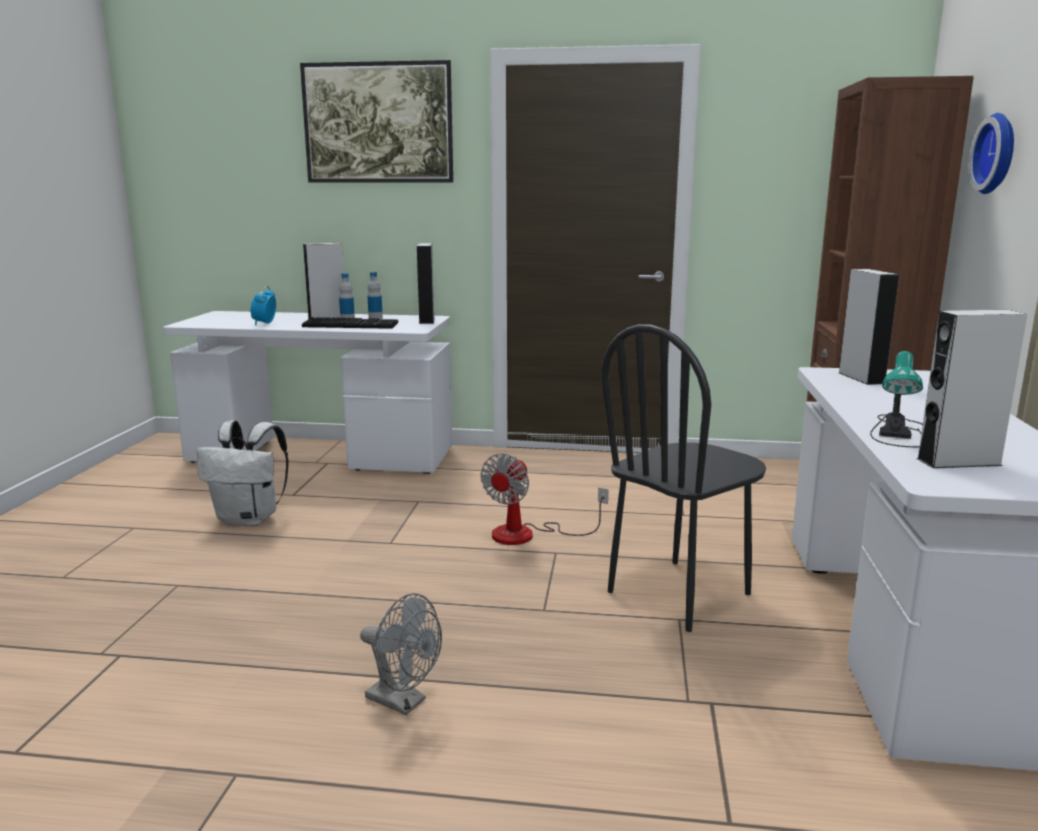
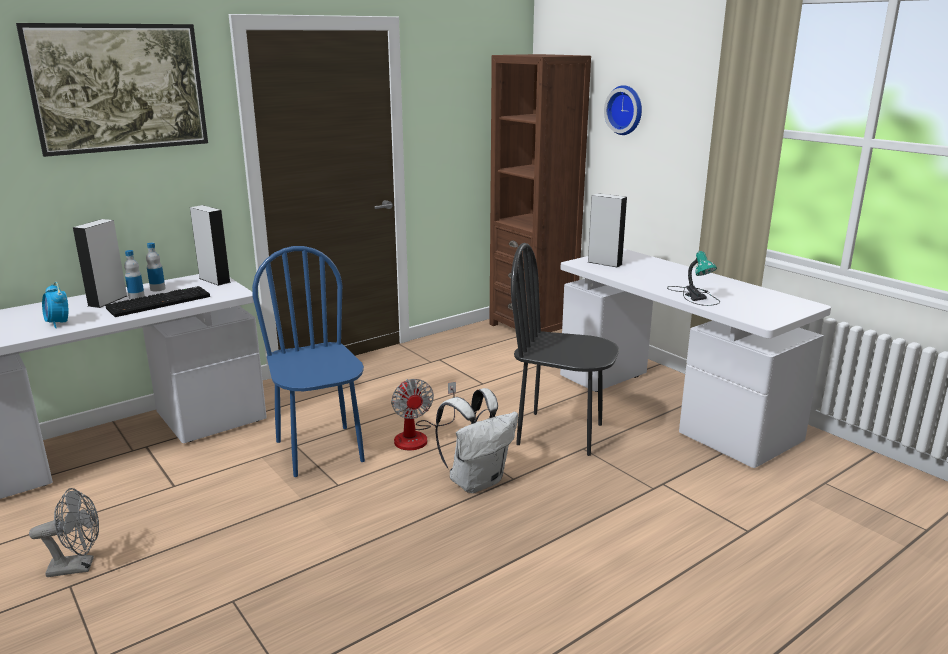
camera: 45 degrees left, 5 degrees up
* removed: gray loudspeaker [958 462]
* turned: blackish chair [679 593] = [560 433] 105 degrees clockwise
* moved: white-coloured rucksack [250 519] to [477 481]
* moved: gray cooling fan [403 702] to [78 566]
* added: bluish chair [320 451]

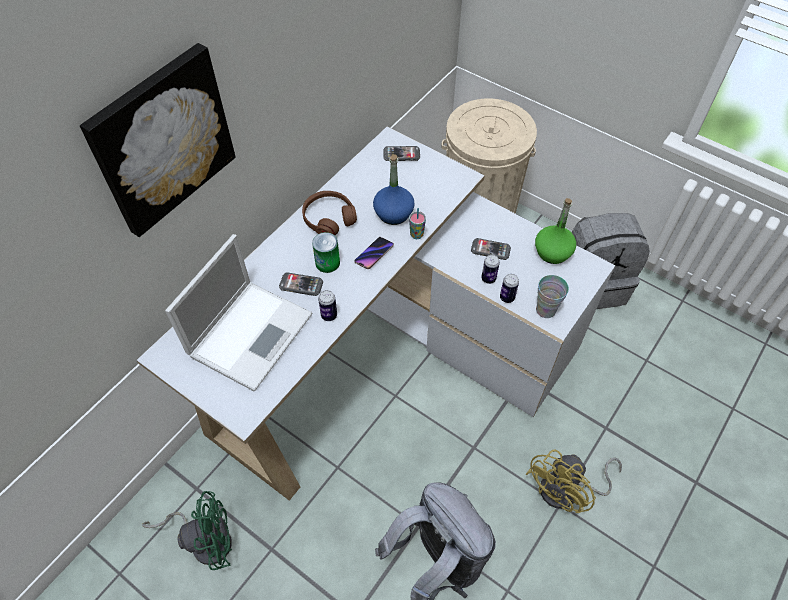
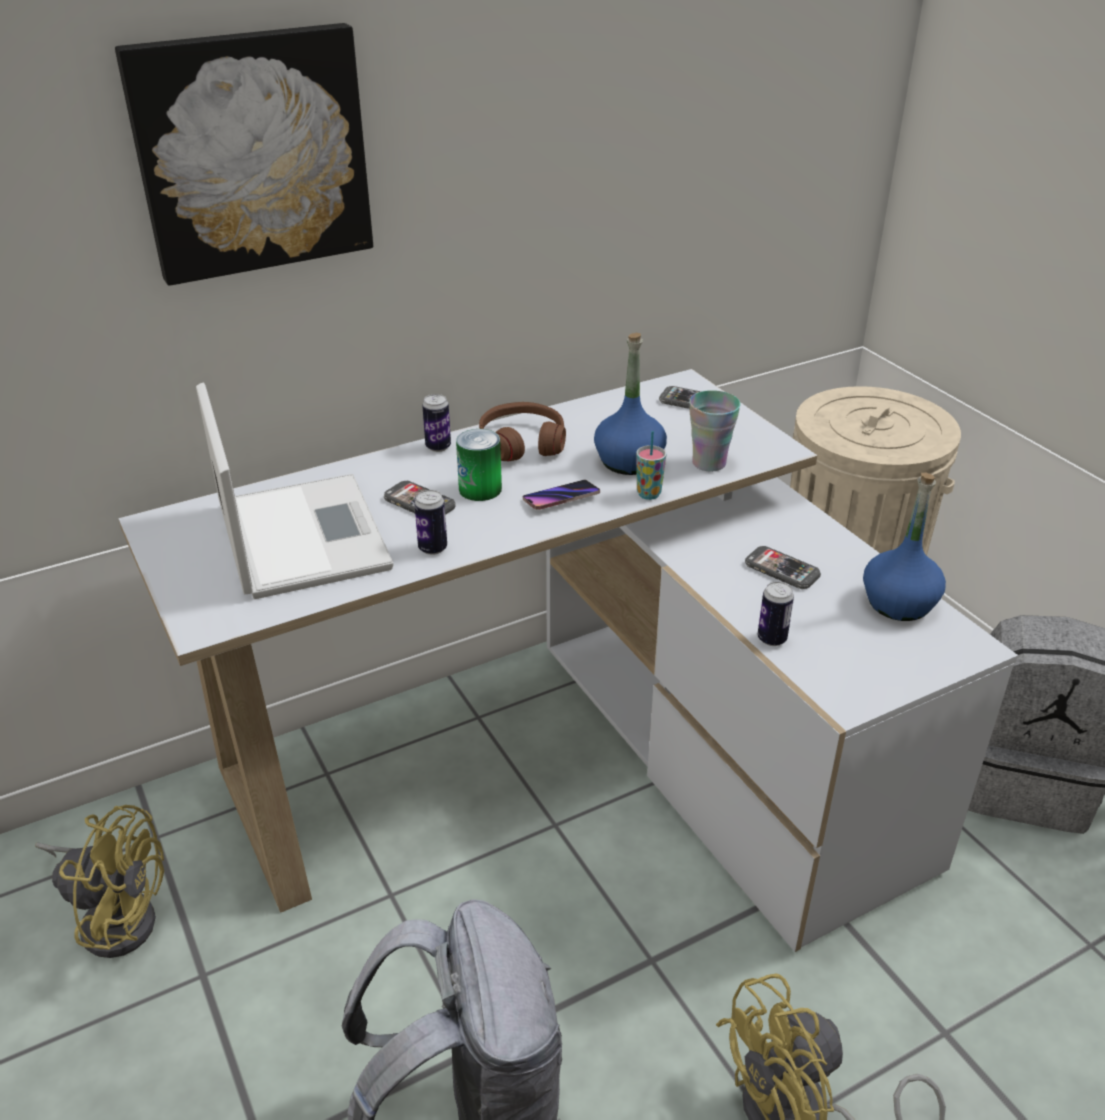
camera: 25 degrees right, 20 degrees down
* recoloured: greenish drink bottle [552 252] to bluish drink bottle [898 603]
* turned: notebook computer [251 332] = [301 534] 75 degrees counterclockwise
* moved: metal can [488 279] to [438 447]
* moved: small cup [545 310] to [709 463]
* recoloured: greenish cooling fan [205 539] to yellow cooling fan [115 916]

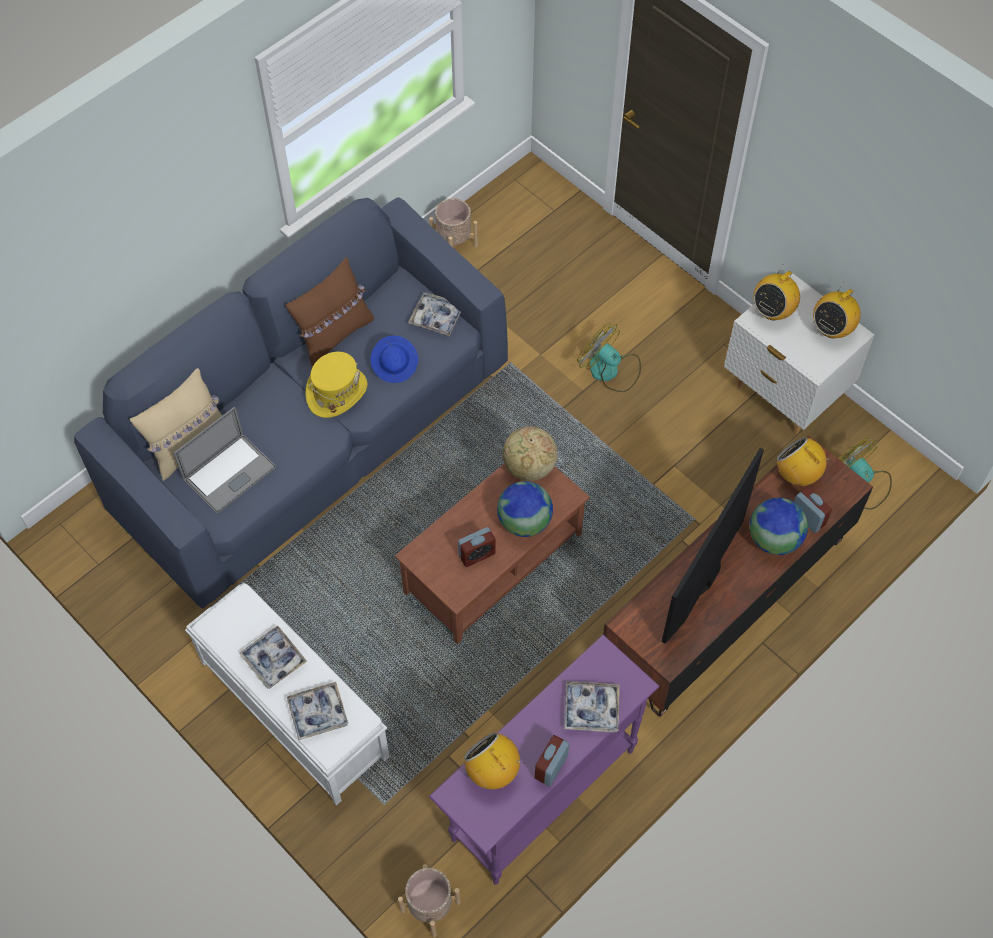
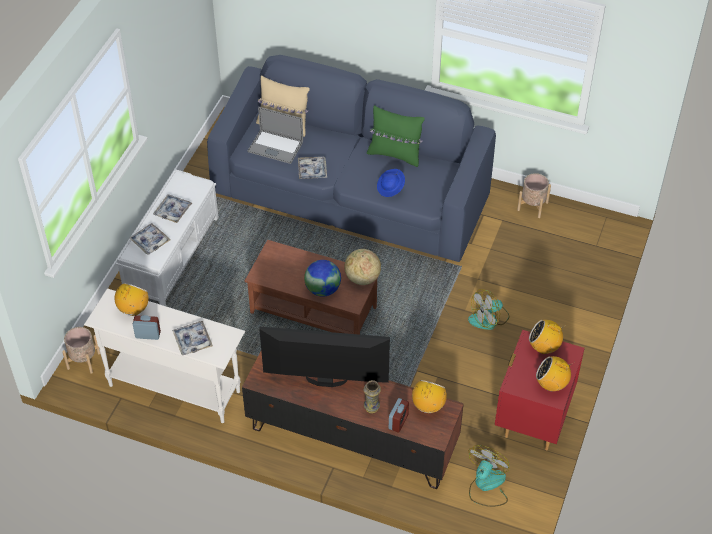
camera: 65 degrees right, 10 degrees down
* recoloured: brown-coloured cushion [334 335] to greenish cushion [395 154]
* recoloured: white-coloured night table [784 394] to reddish night table [533 420]
* moved: serving tray [437 317] to [312 170]
* turned: cooling fan [610 370] = [489 318] 135 degrees counterclockwise
* removed: yellow clothing hat [336 392]
* replaced: desk globe [774 539] to vase [371 408]
* removed: alarm clock [477 555]
* recoloured: purple hall table [542 794] to white-coloured hall table [174 388]

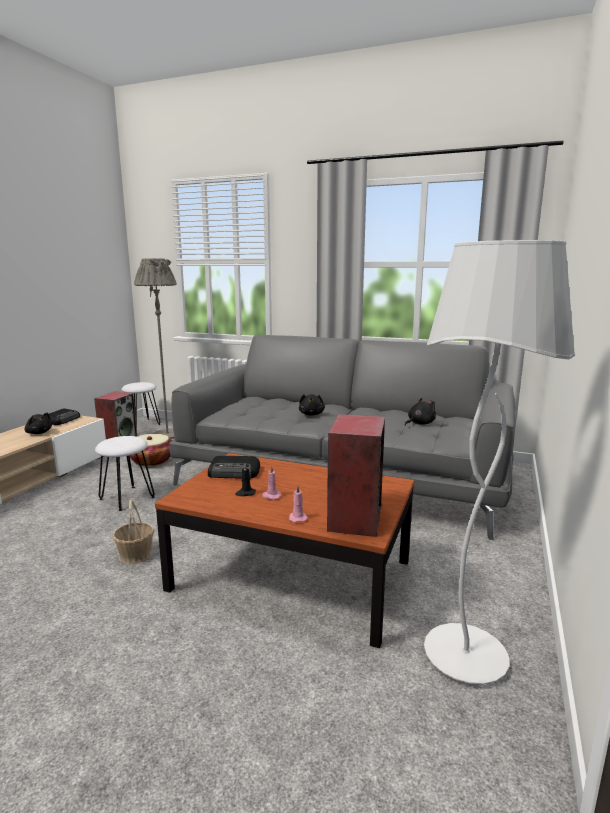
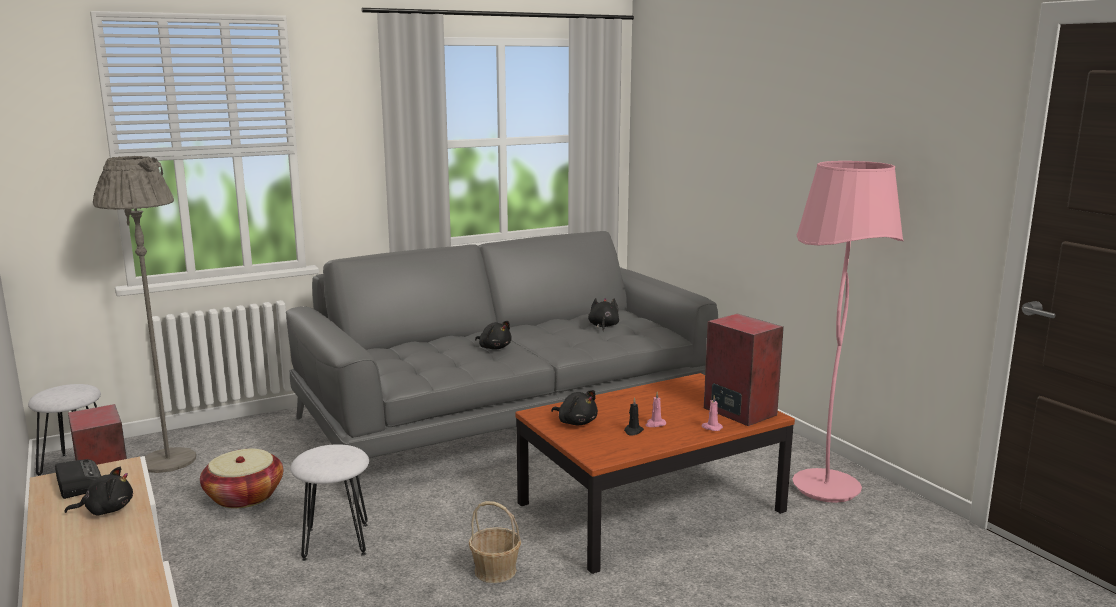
camera: 50 degrees left, 0 degrees up
* recoloured: white-coloured floor lamp [465 657] to pink-coloured floor lamp [826 488]
* replaced: radio [235 472] to blackish cuddly toy [576 422]

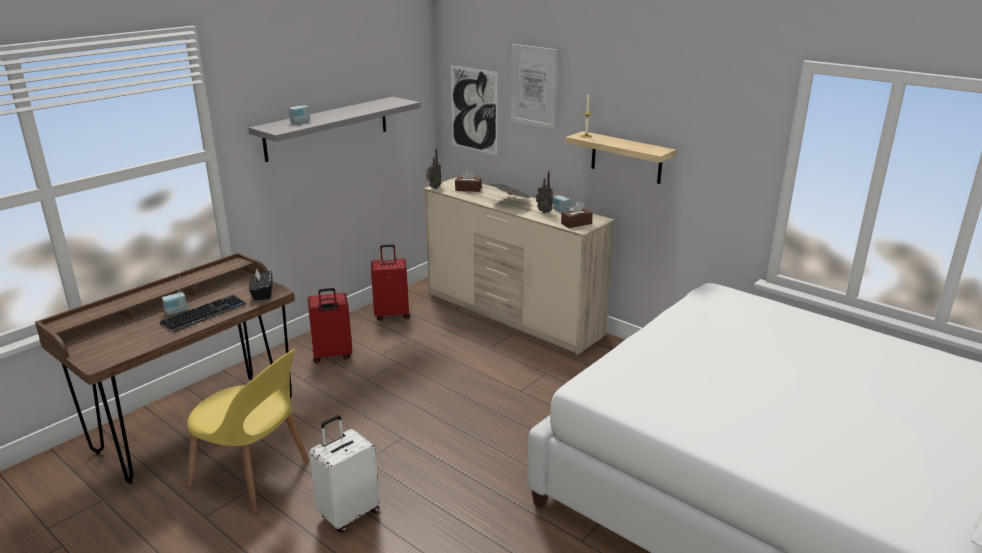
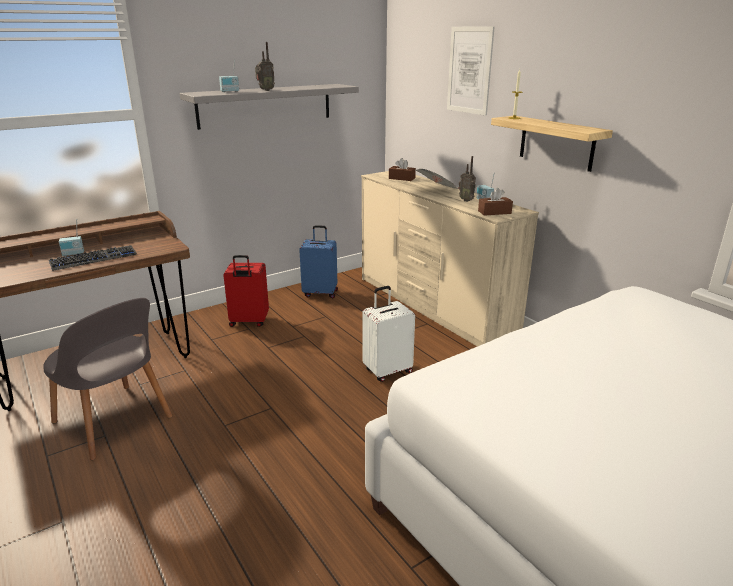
camera: 15 degrees right, 0 degrees up
* removed: wall picture [474 110]
* moved: radio [433 188] to [265 90]
* recoloured: reddish piece of luggage [392 314] to bluish piece of luggage [320 293]
* removed: blackish box of tissues [262 294]
* recoloured: yellow chair [253 475] to gray chair [114 422]
* moved: white-coloured piece of luggage [348 513] to [387 370]

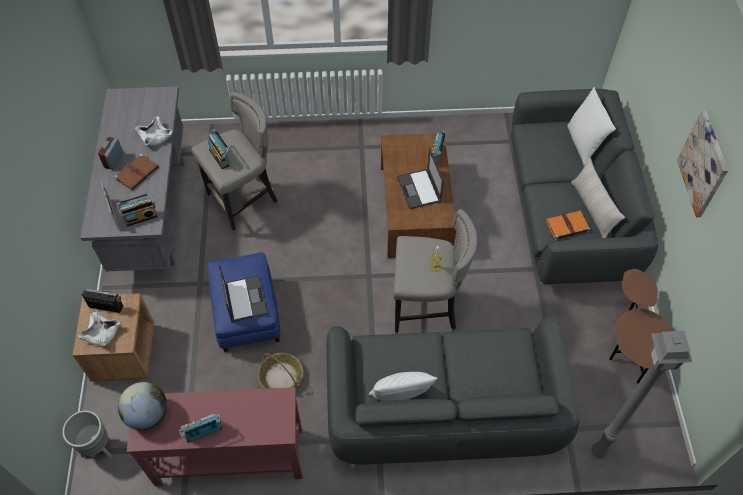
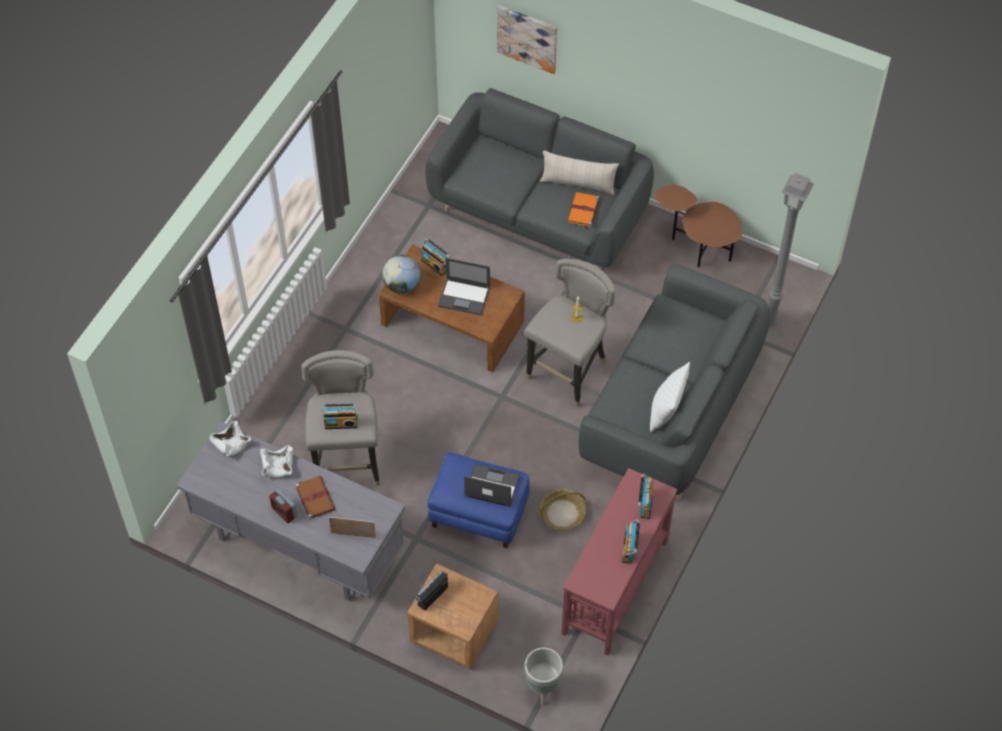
camera: 60 degrees left, 0 degrees up
* removed: white-coloured cushion [583 144]
* moved: wall picture [704 164] to [527 38]
* moved: radio [141 217] to [645 503]
* moved: white-coloured deep dish [102 333] to [231 444]
* moved: desk globe [147 414] to [402 285]

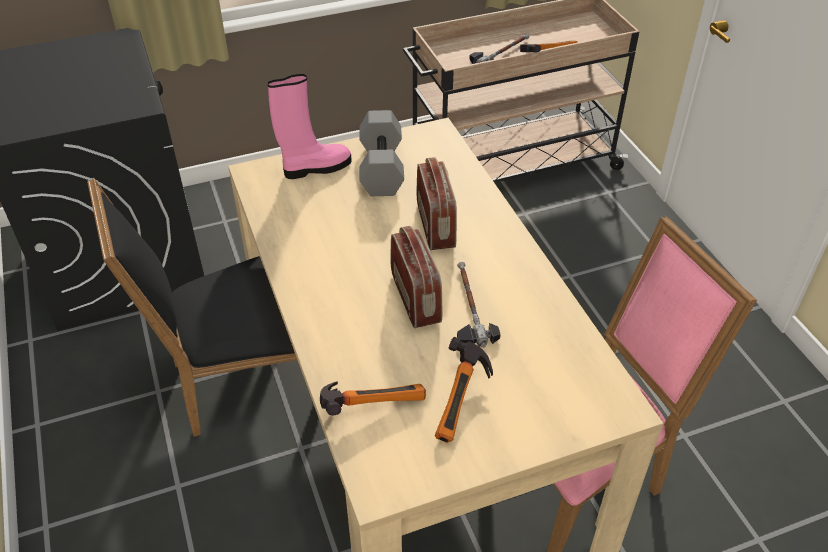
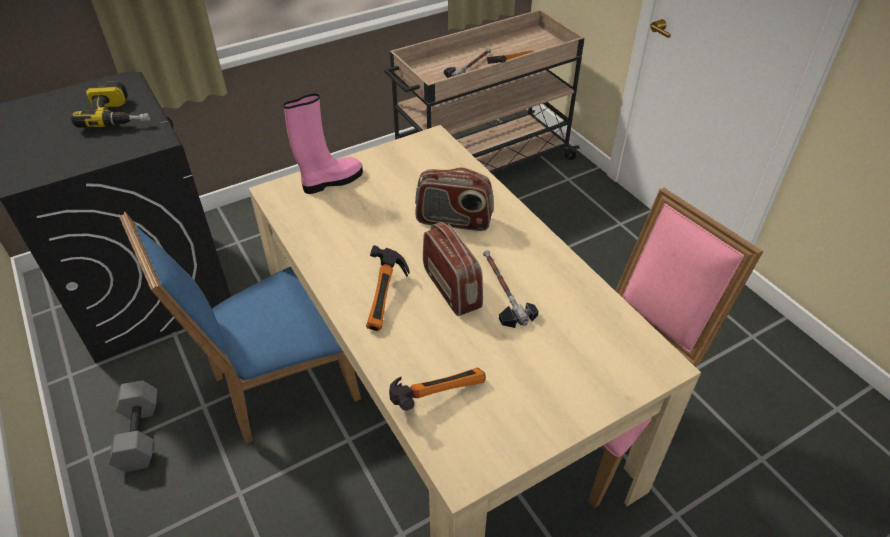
camera: 10 degrees left, 0 degrees up
* moved: gray hand weight [380 168] to [138 434]
* turned: radio [436 225] = [454 220] 120 degrees clockwise
* recoloured: blackish chair [235 382] to bluish chair [276 387]
* moved: hand hammer [463 403] to [388 299]
* added: drill [119 115]

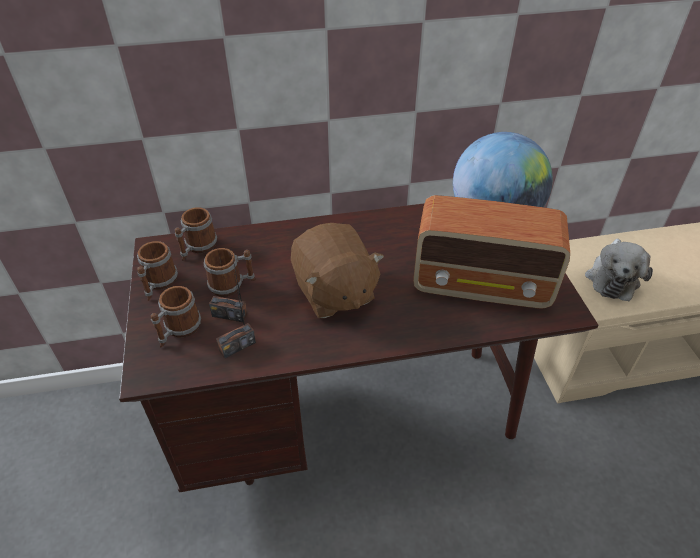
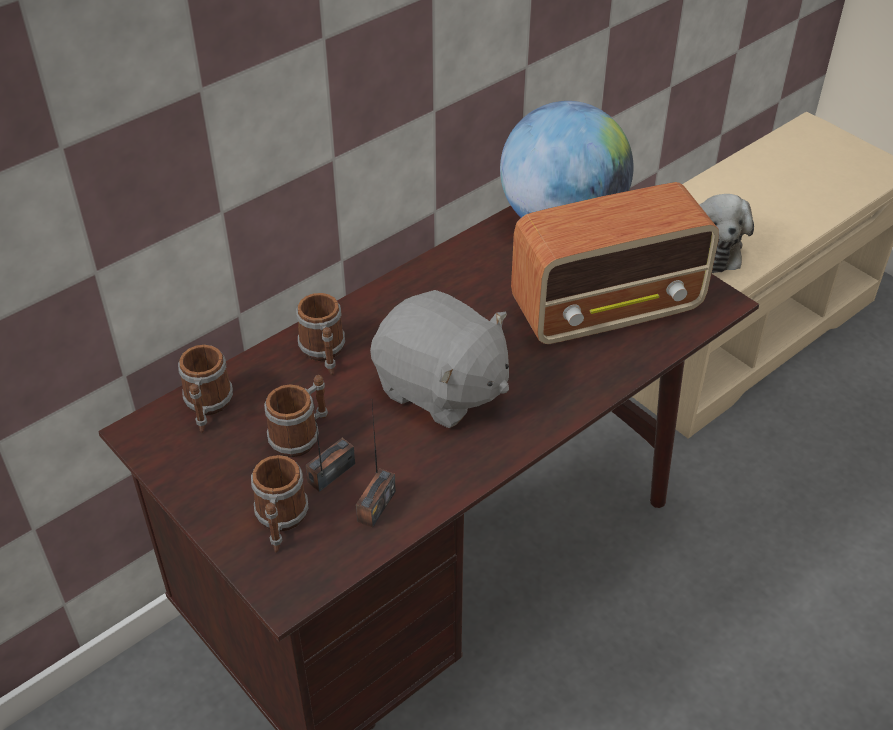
camera: 30 degrees left, 0 degrees up
* recoloured: brown-coloured cuddly toy [334 292] to gray cuddly toy [441 389]
* moved: coffee mug [159 284] to [324 353]
* turned: radio [229 315] = [332 473] 150 degrees clockwise

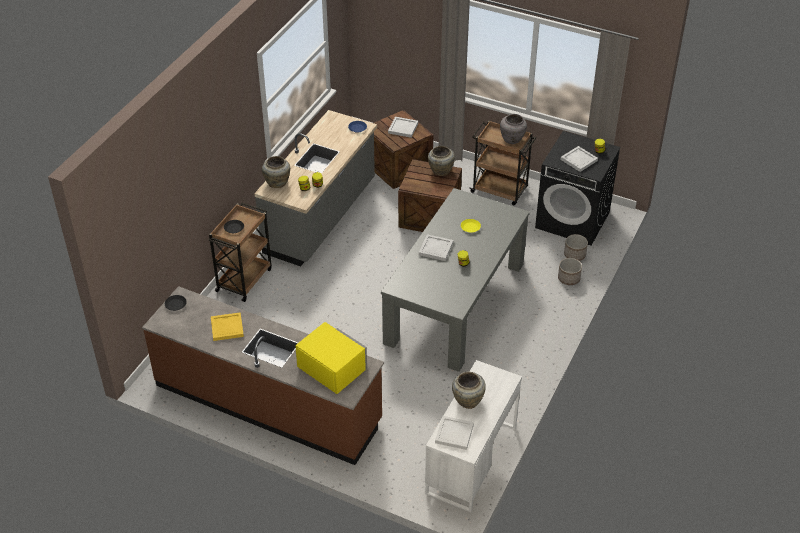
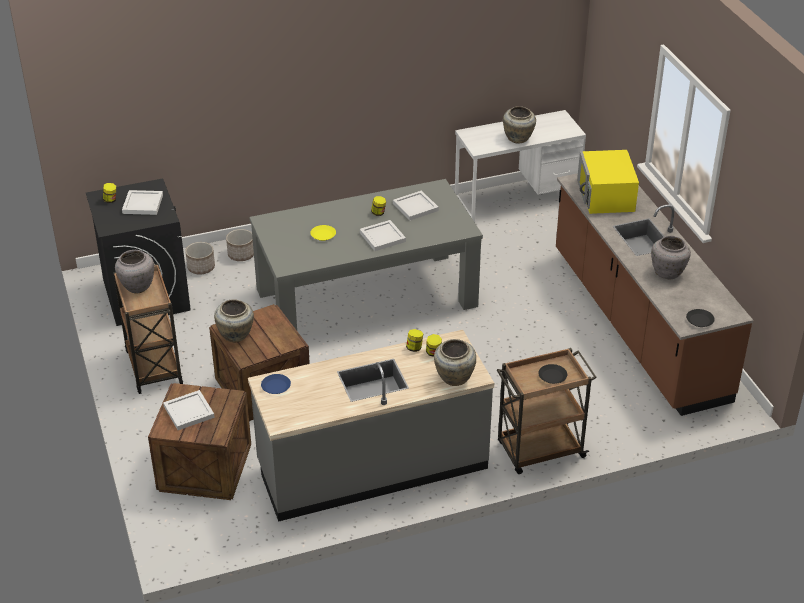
camera: 135 degrees left, 5 degrees down
* replaced: yellow serving tray [226 328] to gray vase [668 272]
* moved: white-coloured serving tray [454 433] to [415 207]

